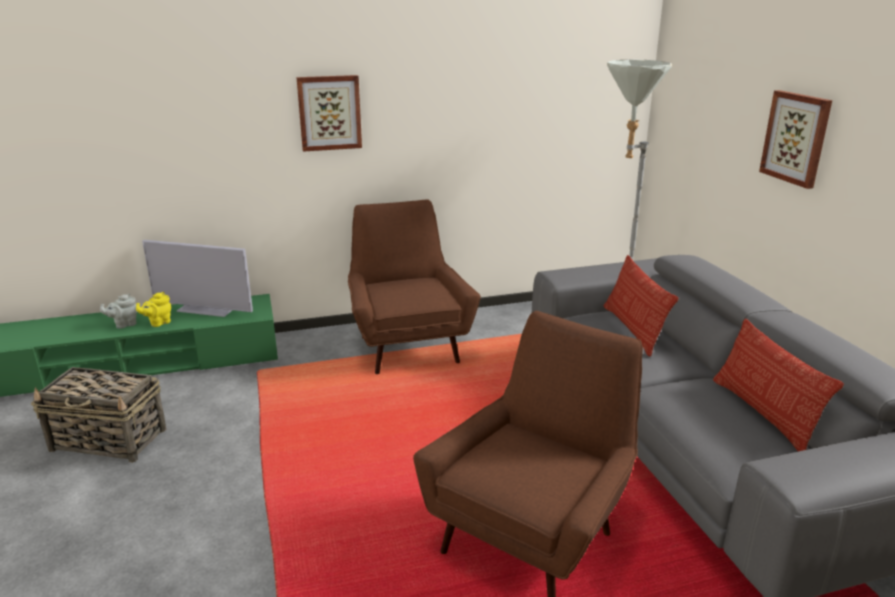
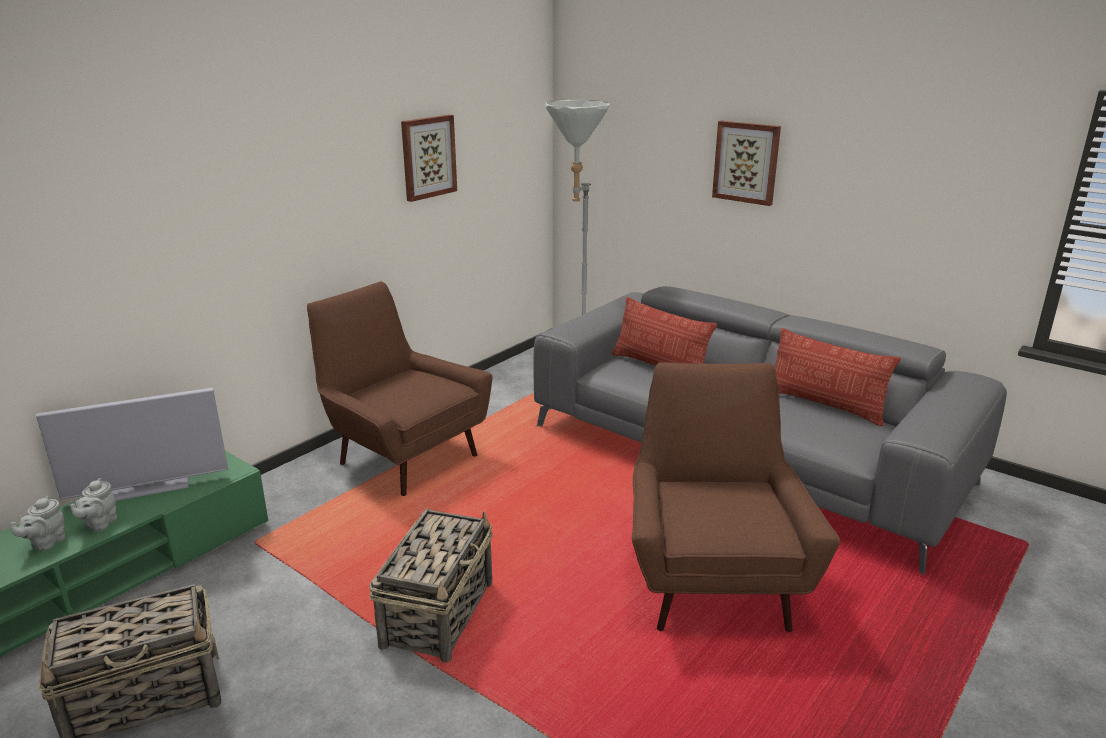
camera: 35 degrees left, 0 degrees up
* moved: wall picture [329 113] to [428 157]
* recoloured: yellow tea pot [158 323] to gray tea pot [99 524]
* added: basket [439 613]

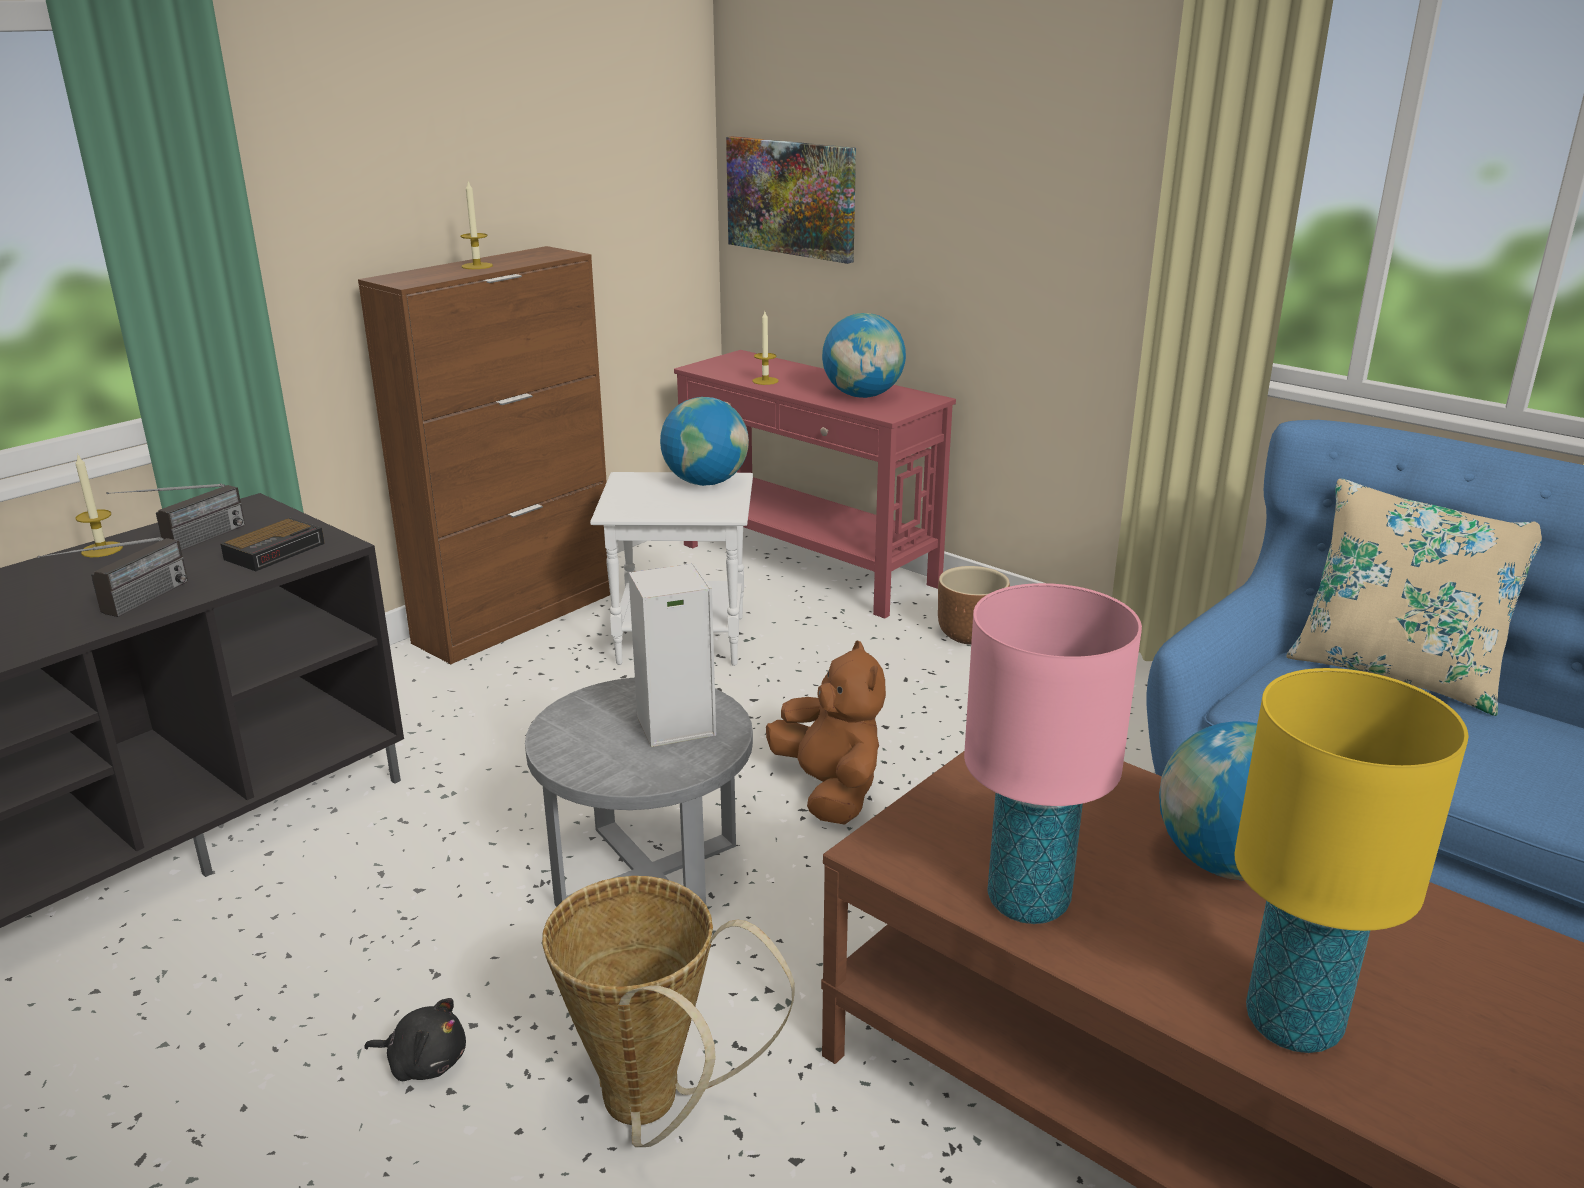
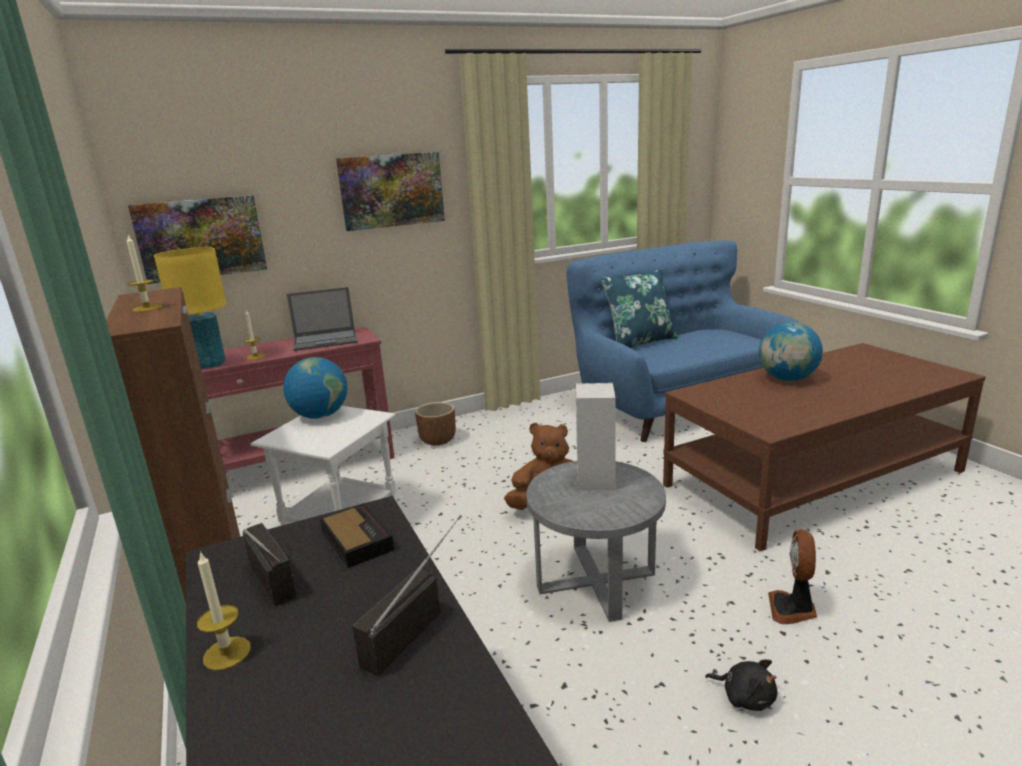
camera: 65 degrees left, 5 degrees down
* replaced: desk globe [863 395] to notebook computer [326 340]
* recoloured: beige-coloured cushion [1395 672] to bluish cushion [639 342]
* turned: radio [128 607] = [416 622] 105 degrees counterclockwise
* removed: pink-coloured table lamp [1028 902]
* moved: yellow table lamp [1293 1023] to [210 365]
* replaced: basket [653 1109] to cooling fan [792 609]
* turned: blackish cuddly toy [424 1062] = [745 697] 90 degrees clockwise
* added: wall picture [391 190]

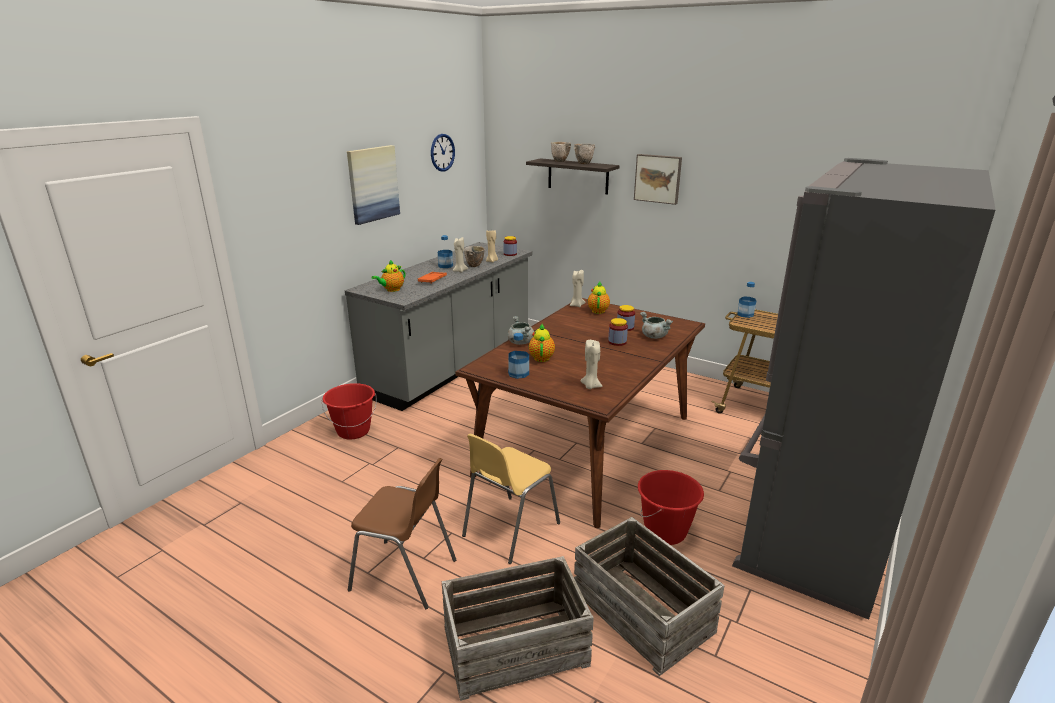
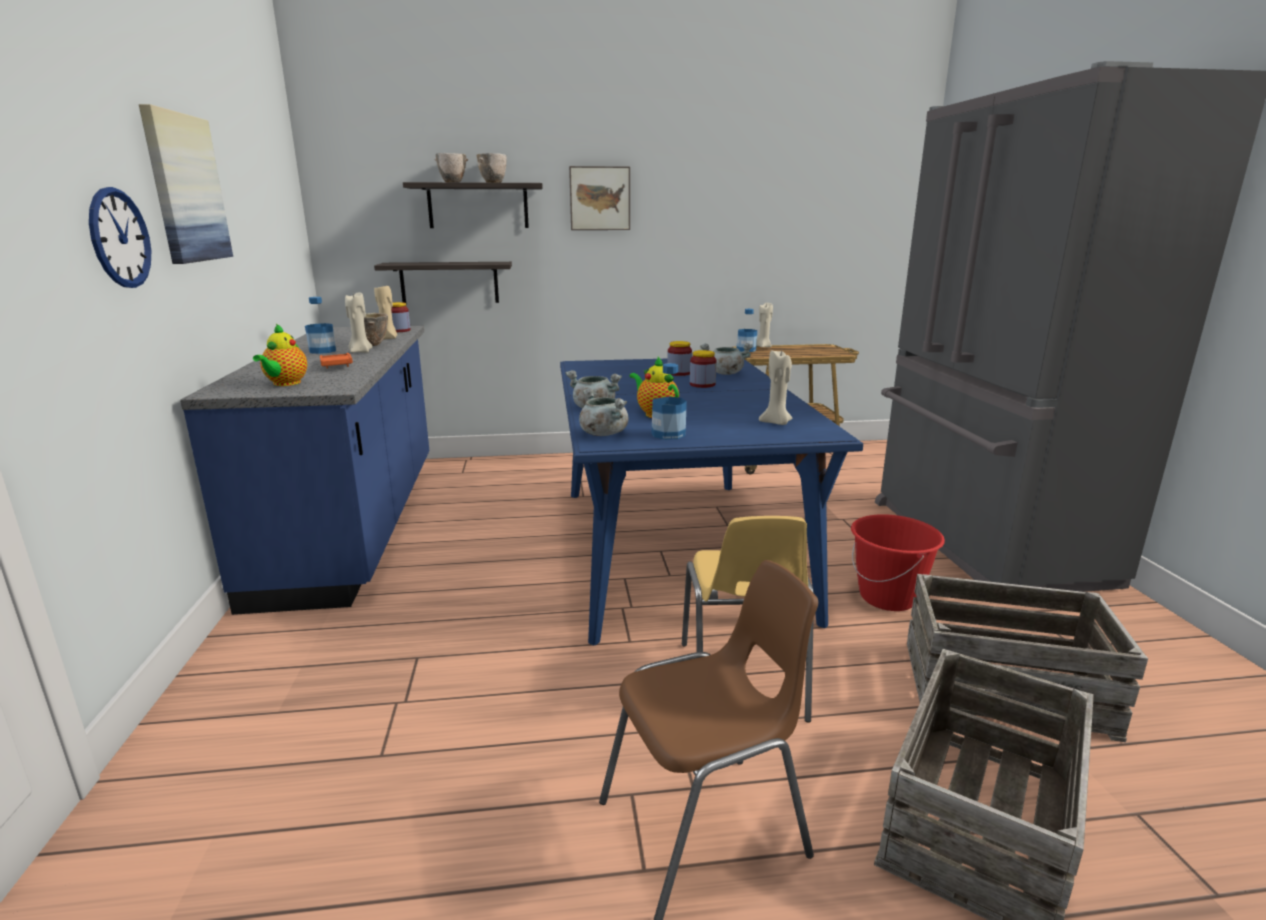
camera: 40 degrees left, 5 degrees down
* moved: clock on the wall [442 152] to [120 238]
* recoloured: gray kitchen counter [452 366] to bluish kitchen counter [356 524]
* moved: beige-coloured wax candle [576 305] to [763 347]
* removed: tea pot [598 310]
* recoloured: brown-coloured dining table [586 446] to bluish dining table [677 550]
* removed: reddish bucket [353 431]
* added: shelf [449 282]
* added: gray saucepot [602 433]

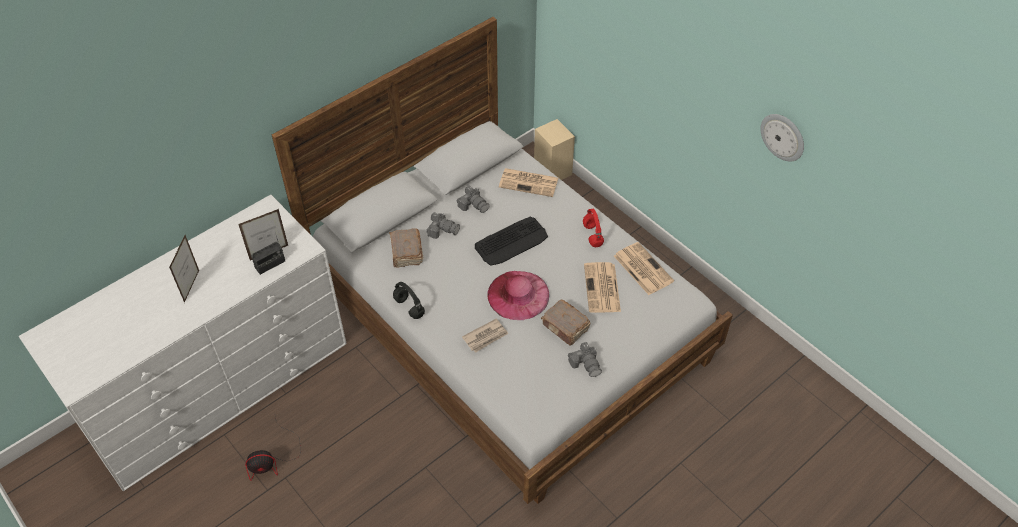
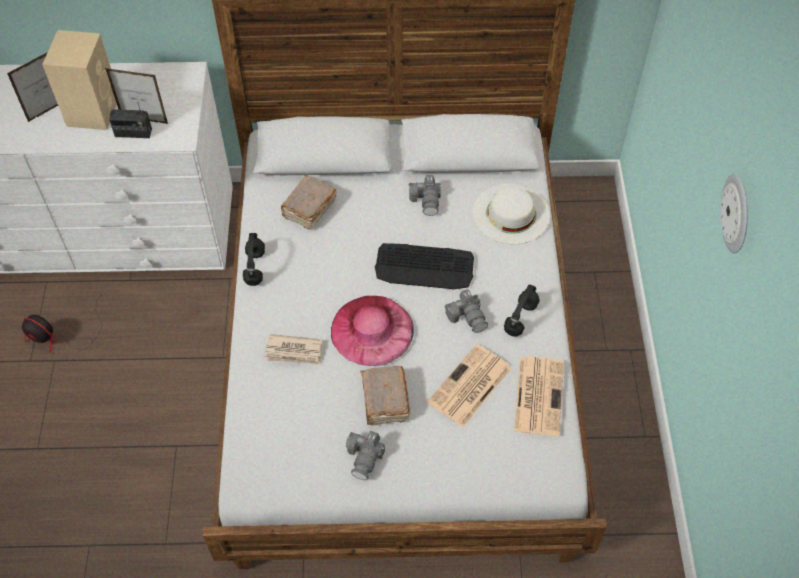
camera: 40 degrees right, 5 degrees up
* moved: clock on the wall [783 136] to [736 213]
* moved: beige-coloured loudspeaker [552 170] to [93 110]
* replaced: newspaper [529 182] to white-coloured clothing hat [511 213]
* recoloured: reddish headset [592 235] to blackish headset [520 318]
* moved: photo camera [442 230] to [468 316]

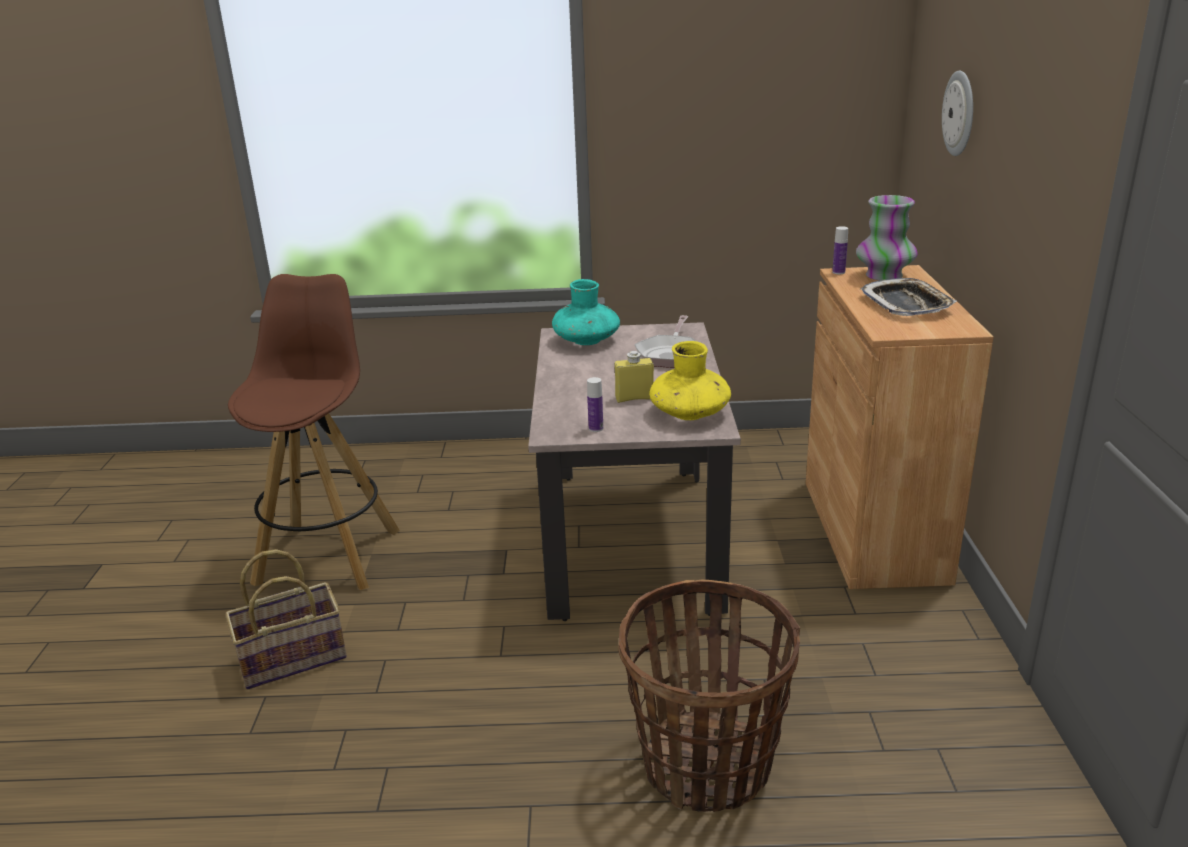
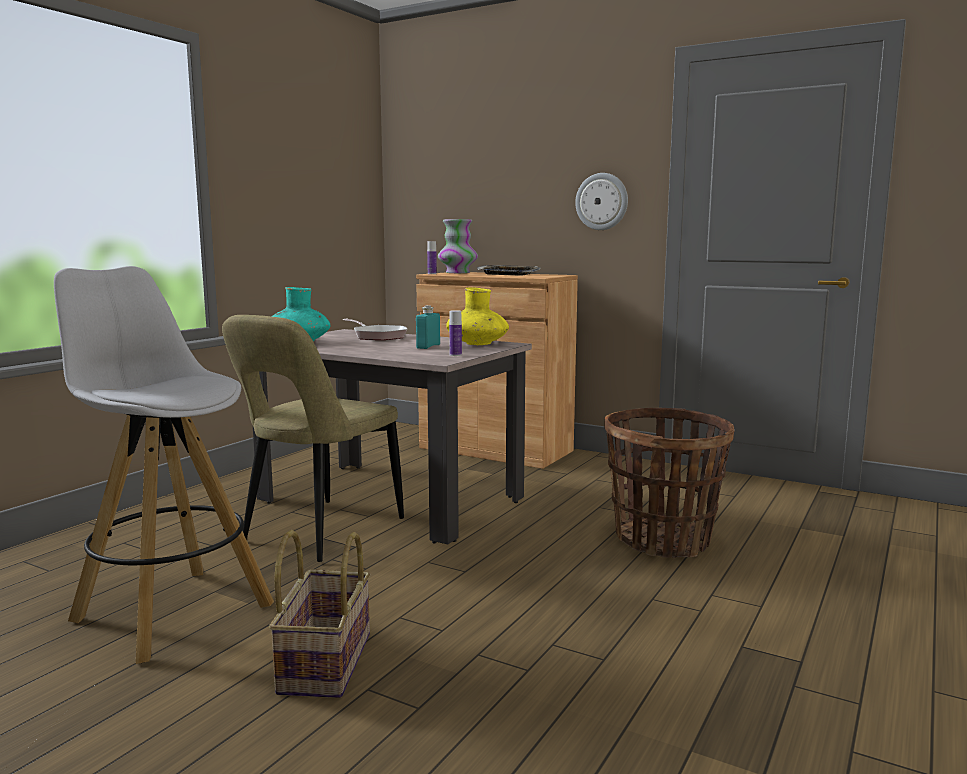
camera: 60 degrees left, 15 degrees down
* moved: clock on the wall [960 113] to [602 201]
* recoloured: brown-coloured stool [329 555] to white-coloured stool [171 612]
* recoloured: yellow drink bottle [634 398] to turquoise drink bottle [428 346]
* added: beige-coloured chair [319 533]

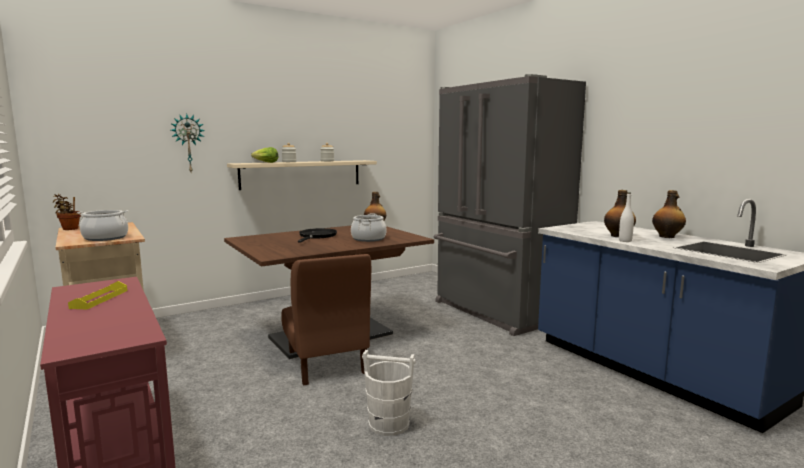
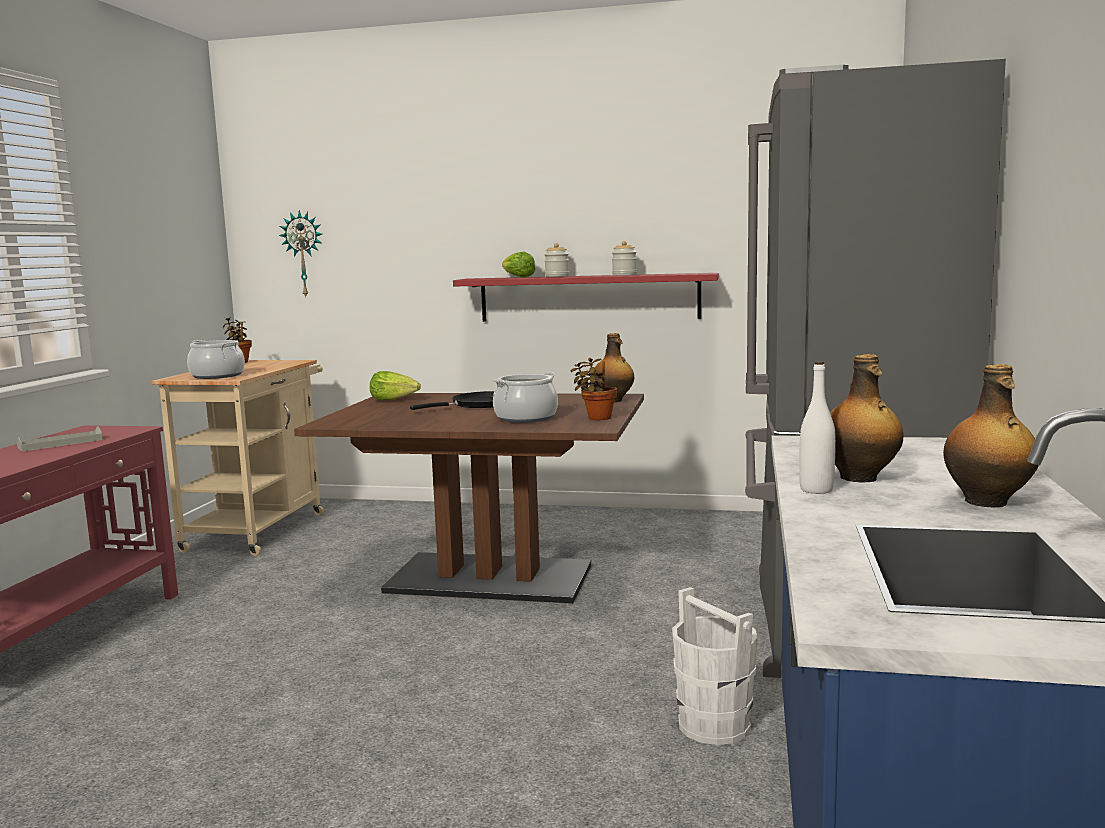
camera: 45 degrees right, 0 degrees up
* moved: clock on the wall [188 143] to [304 254]
* recoloured: beige-coloured shelf [301 174] to reddish shelf [588 297]
* removed: brown-coloured chair [326 364]
* recoloured: yellow serving tray [99 299] to gray serving tray [60 443]
* moved: white-coloured bucket [388 424] to [713 725]
* added: houseplant [596 418]
* added: lettuce head [394 400]

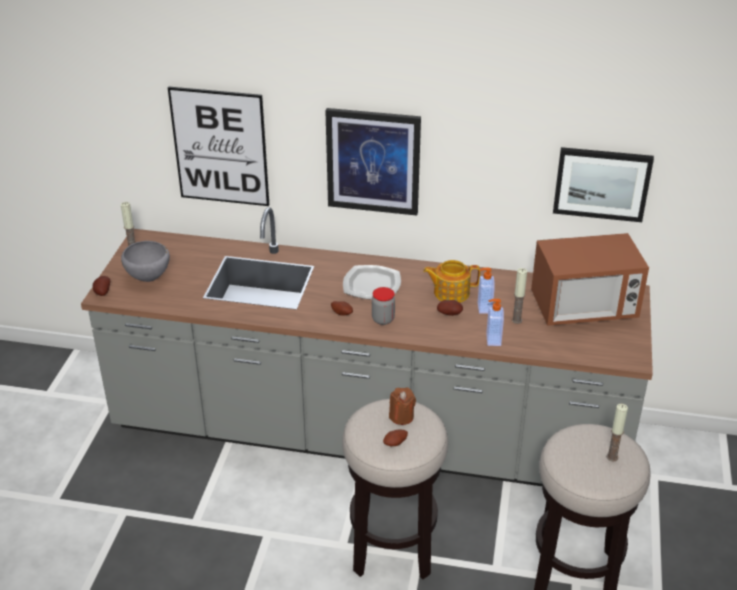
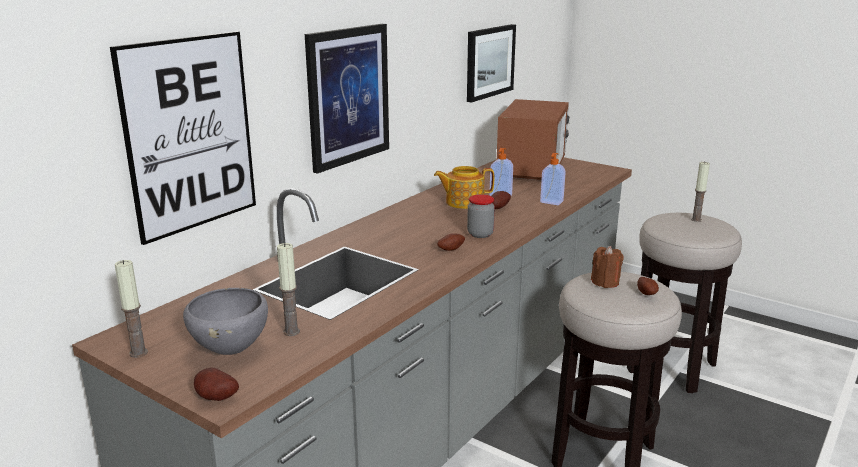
camera: 65 degrees left, 15 degrees down
* turned: tea pot [450 292] = [463 202] 60 degrees clockwise
* removed: dinner plate [372 285]
* moved: wax candle [516 320] to [291 332]

